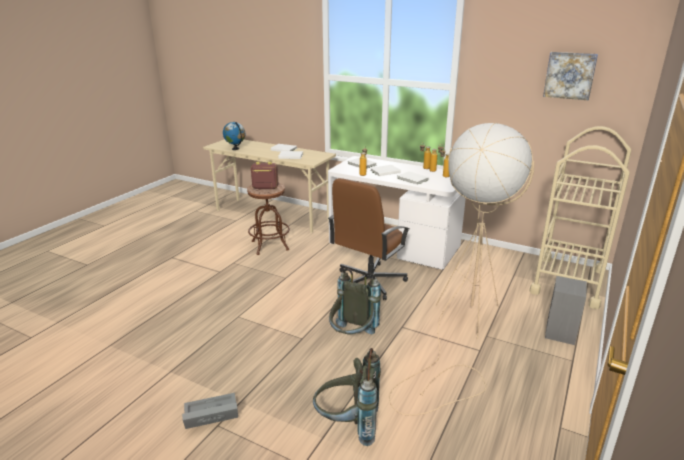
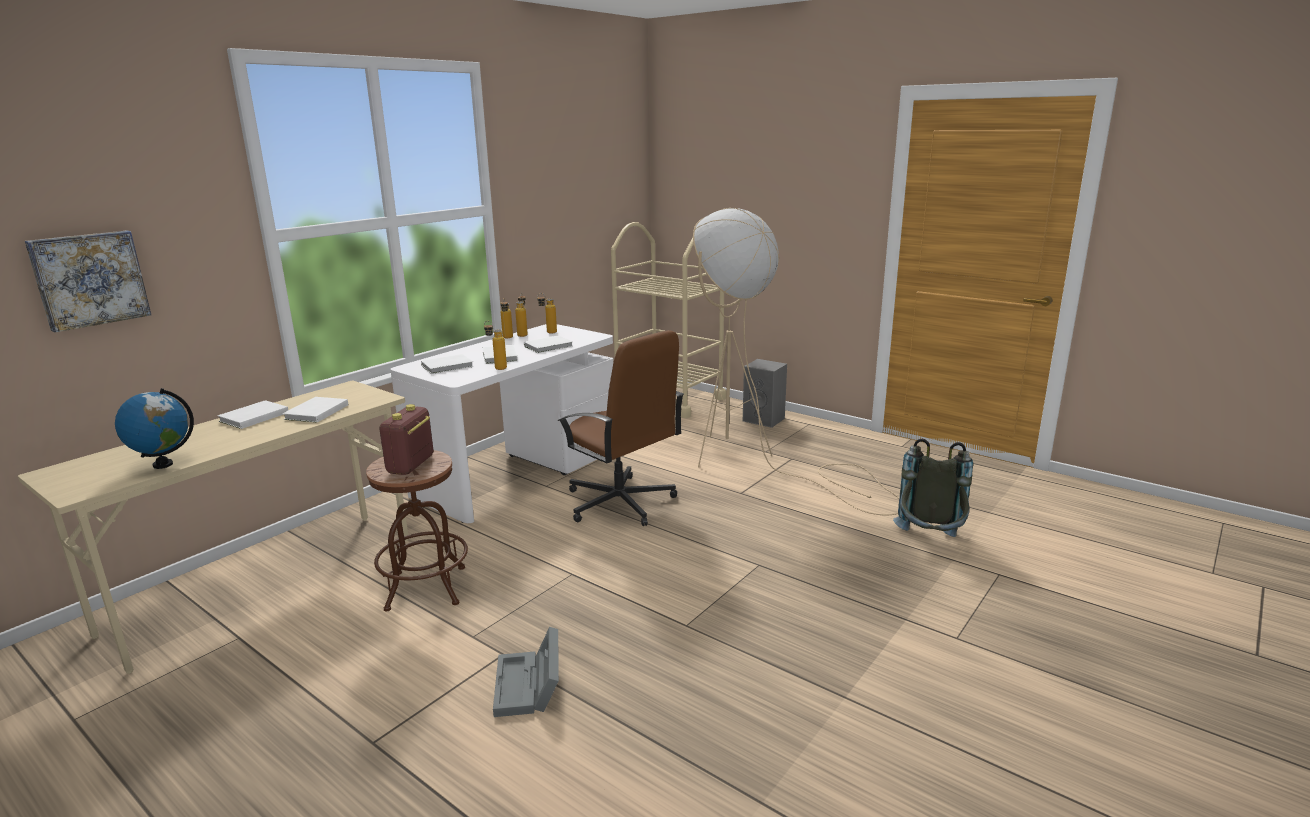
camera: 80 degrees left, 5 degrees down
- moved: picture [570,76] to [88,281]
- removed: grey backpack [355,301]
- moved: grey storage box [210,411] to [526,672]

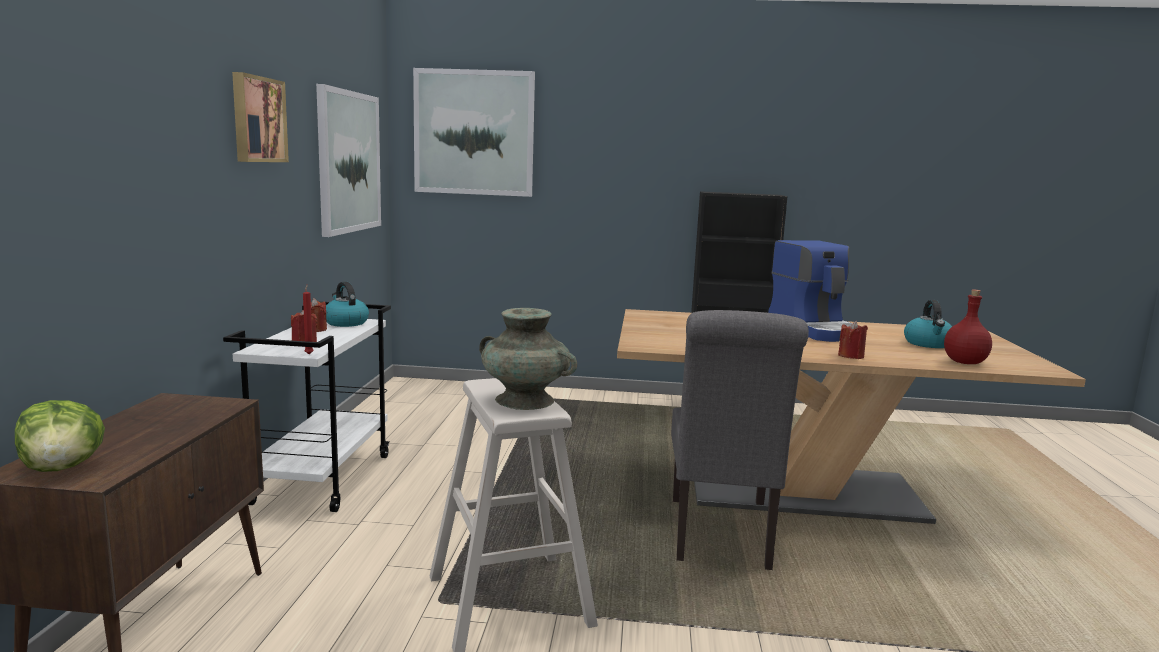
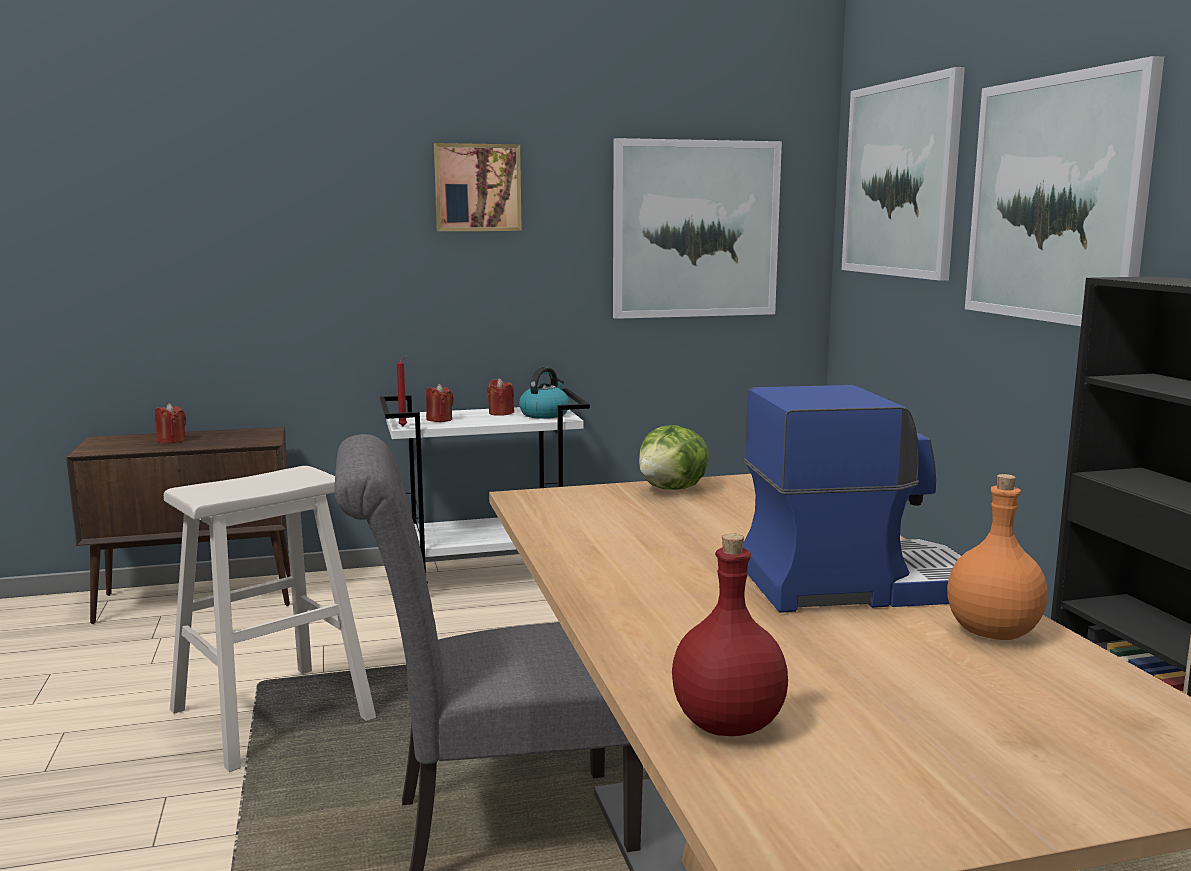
camera: 70 degrees right, 0 degrees up
- turned: coffee machine [810,291] = [852,499] 150 degrees counterclockwise
- removed: kettle [928,324]
- removed: turquoise vase [528,359]
- moved: red candle [853,340] to [170,423]
- moved: lettuce [60,436] to [674,457]
- added: picture [1064,191]
- added: orange bottle [997,557]

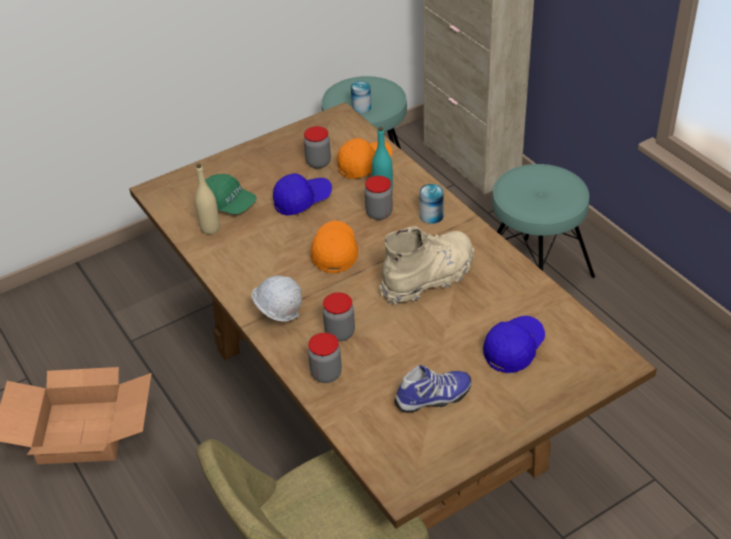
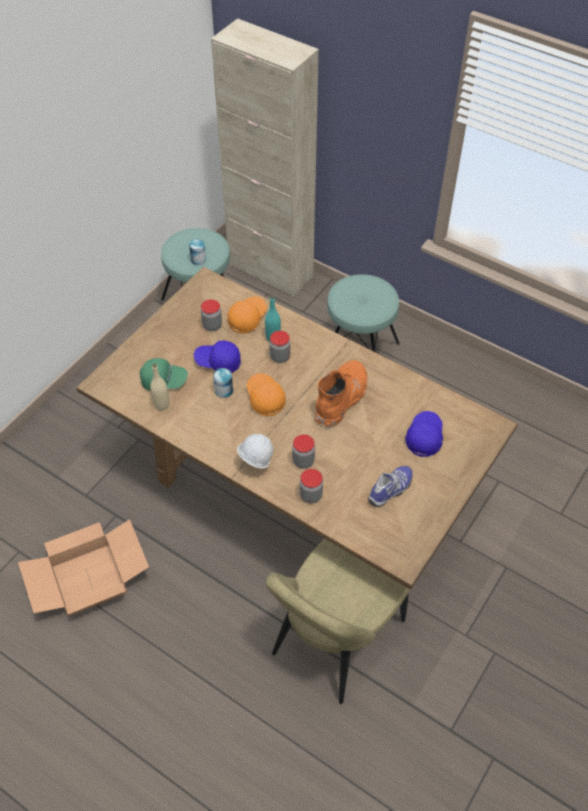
camera: 25 degrees left, 10 degrees up
- turned: blue cap [302,194] = [217,357] 120 degrees counterclockwise
- moved: can [431,204] to [223,383]
- recoloured: beige boot [427,266] to orange boot [341,394]

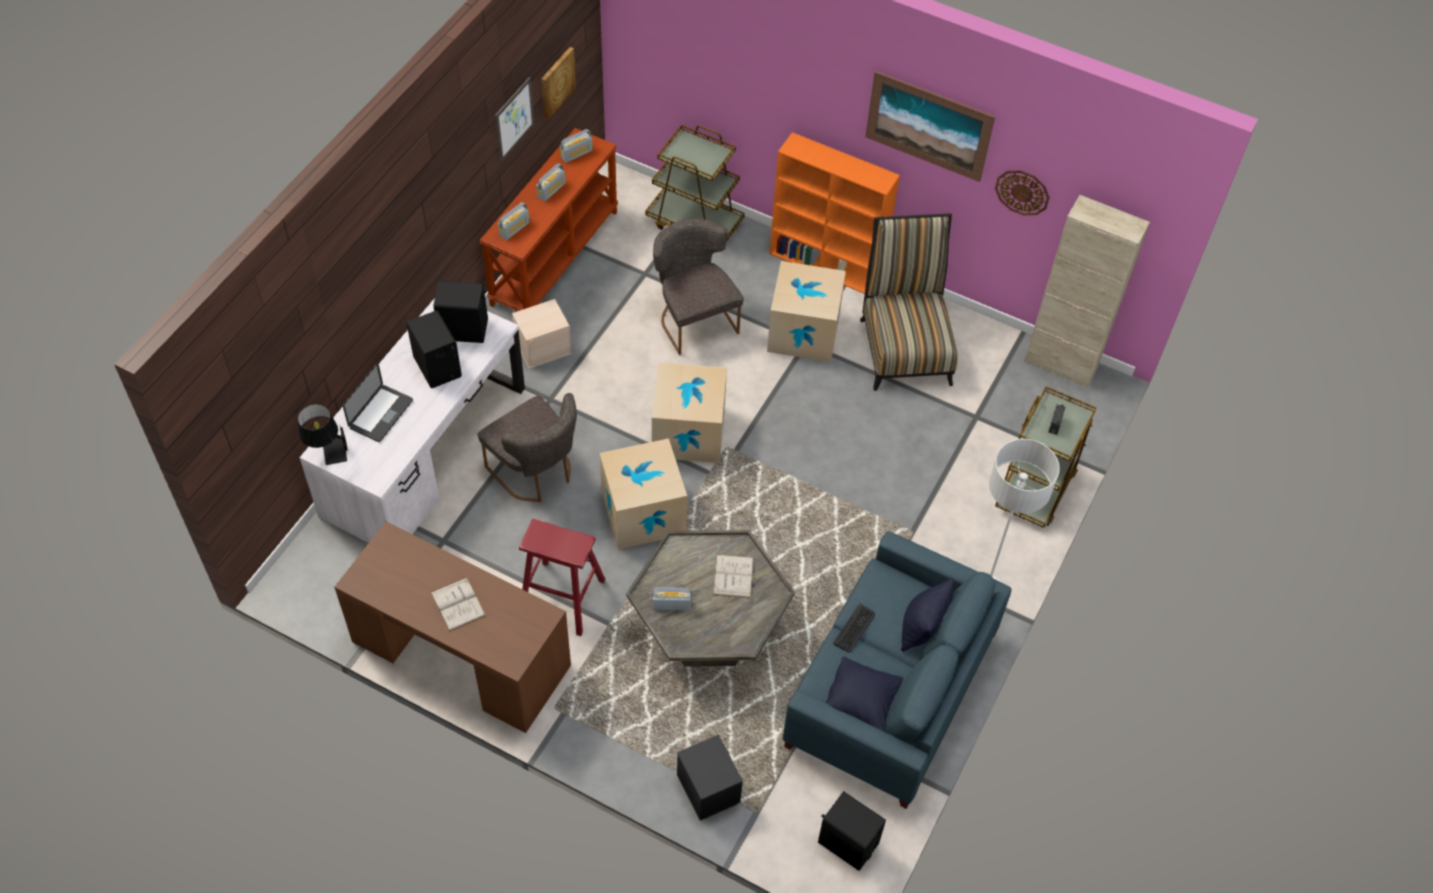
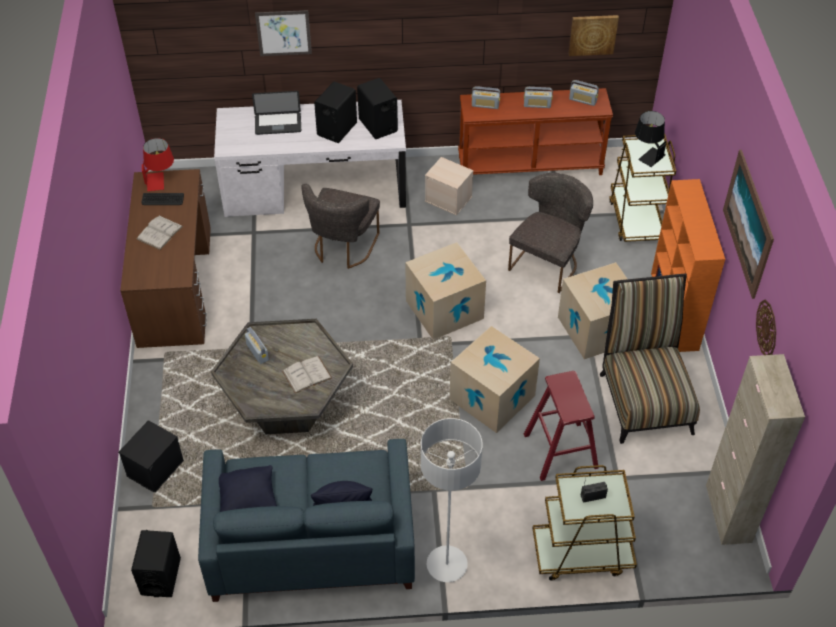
camera: 60 degrees right, 5 degrees down
- moved: picture [514,119] to [283,33]
- turned: chair [909,302] = [650,358] 60 degrees counterclockwise
- moved: black table lamp [323,434] to [650,139]
- moved: cardboard box [643,494] to [495,379]
- moved: red stool [562,577] to [561,426]
- moved: keyboard [854,628] to [163,199]
- added: red table lamp [158,164]

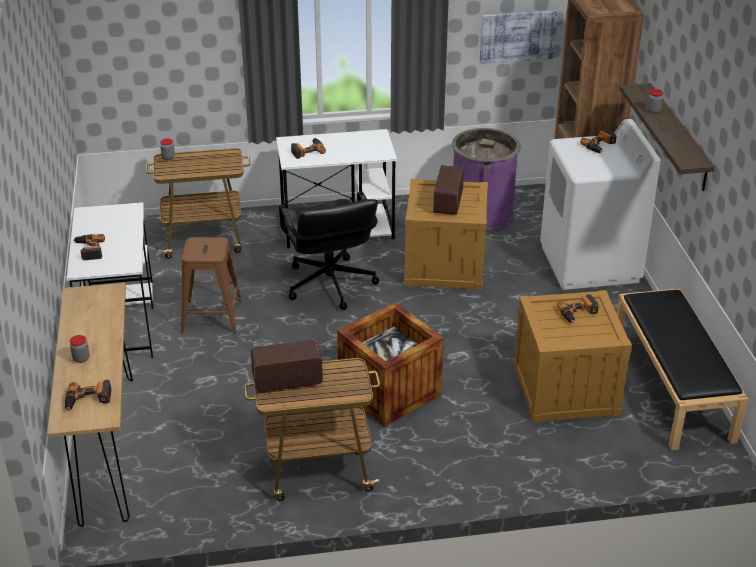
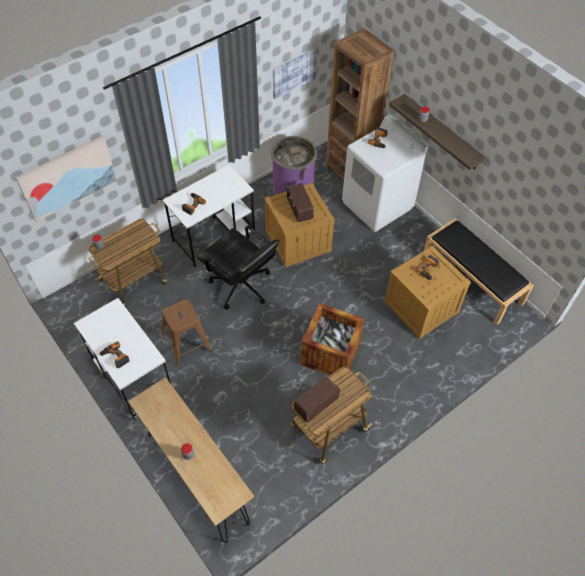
camera: 30 degrees left, 20 degrees up
- removed: power drill [88,395]
- added: picture [66,179]

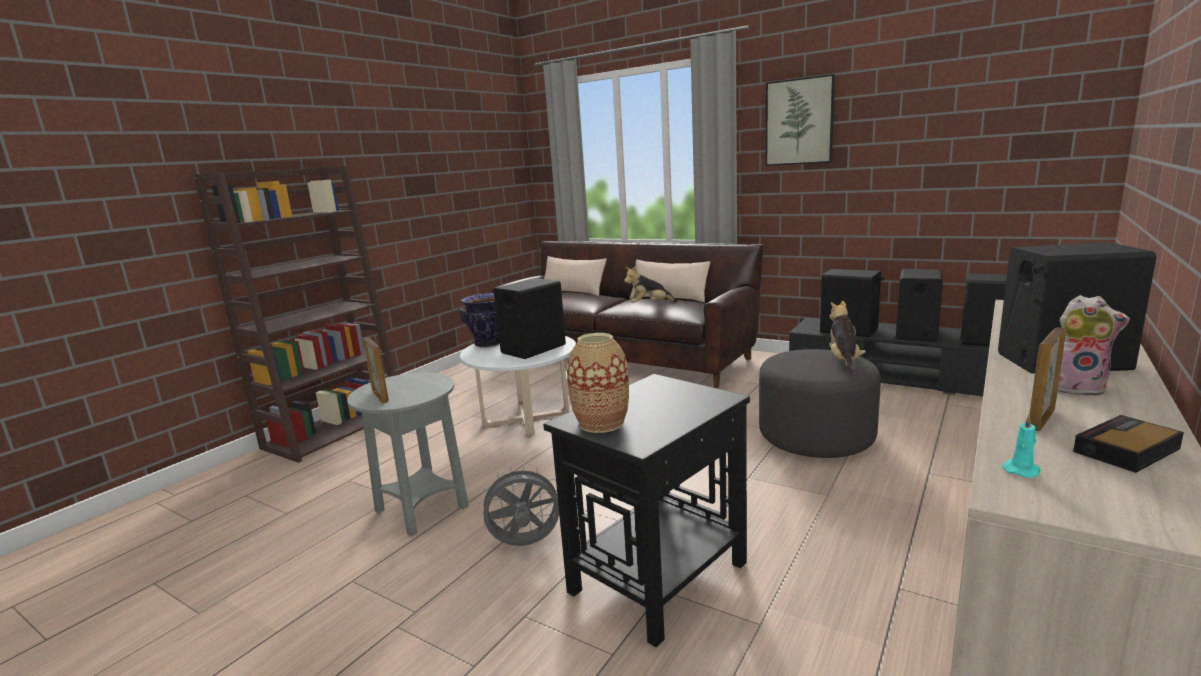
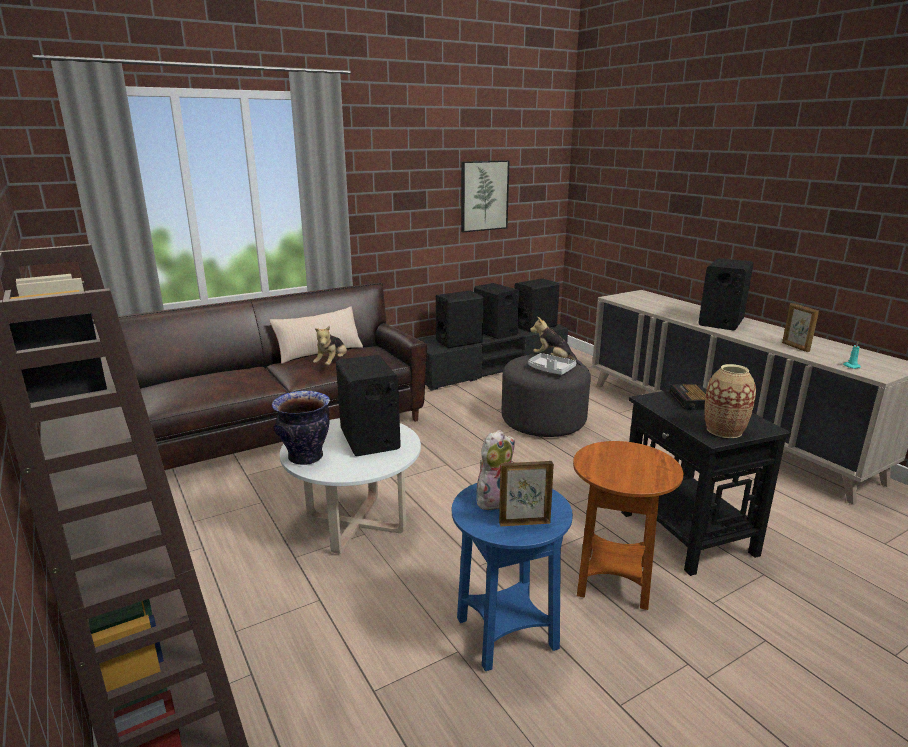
camera: 65 degrees left, 5 degrees up
- moved: picture [800,120] to [485,196]
- removed: beige pillow [575,276]
- moved: plush toy [1094,345] to [495,470]
- recoloured: grey side table [408,455] to blue side table [512,577]
- moved: alarm clock [1128,444] to [688,397]
- replaced: grey fan [518,505] to brown side table [628,525]
- added: grey tray [552,364]

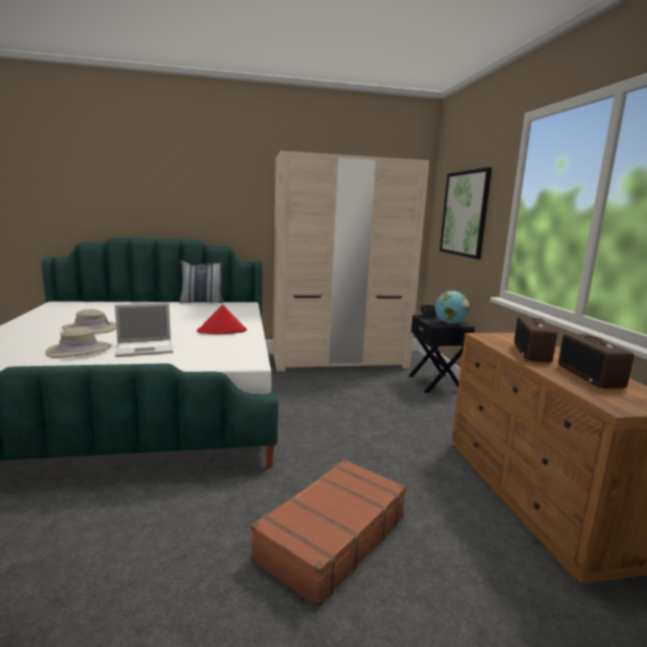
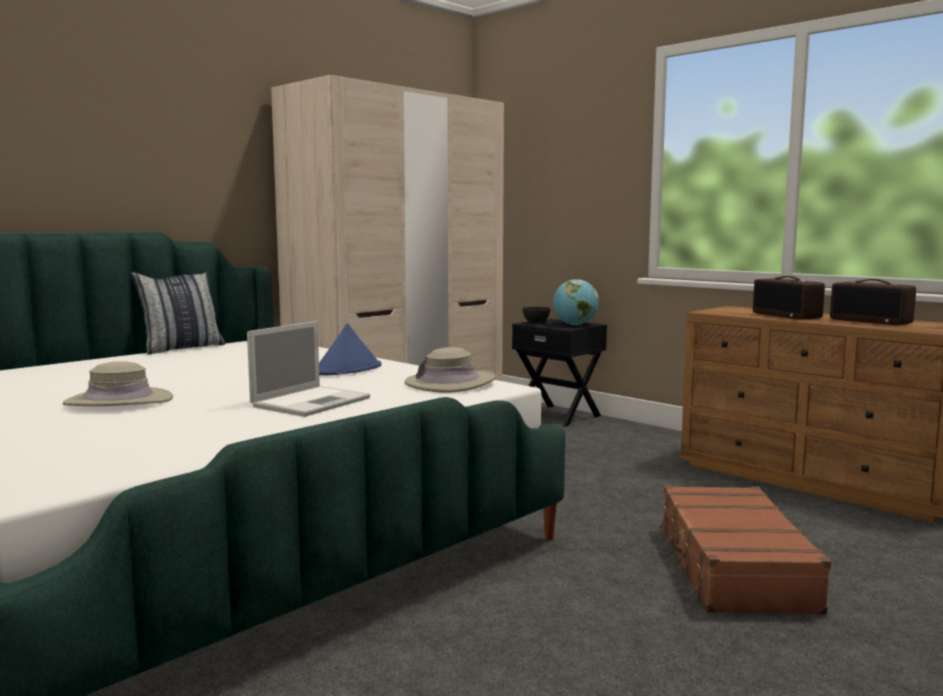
camera: 35 degrees left, 5 degrees down
- removed: picture [466,213]
- recoloured: red hat [222,319] to blue hat [350,349]
- moved: beige hat [78,342] to [450,370]

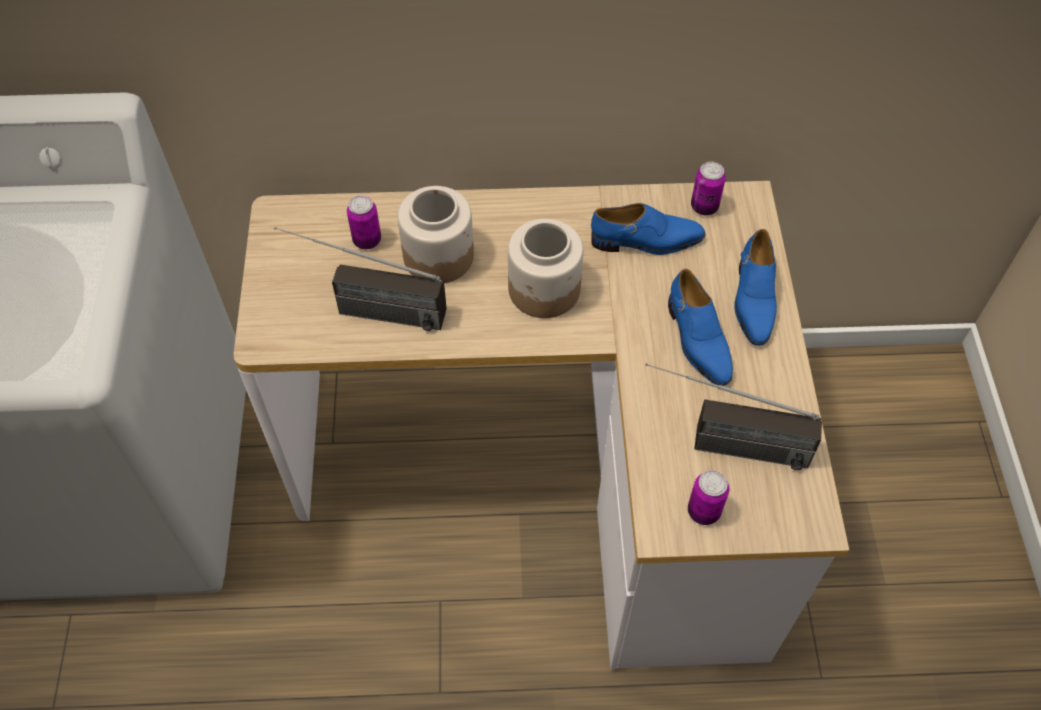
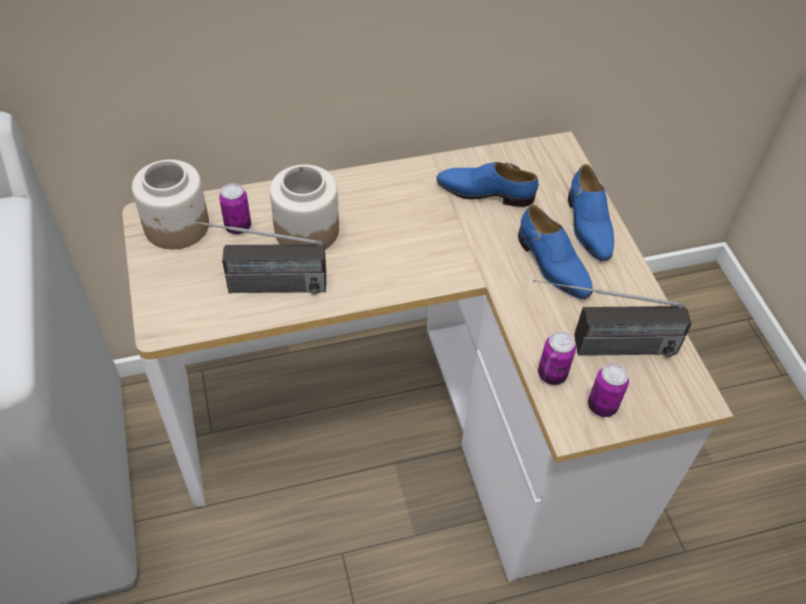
camera: 15 degrees left, 5 degrees down
- moved: can [708,188] to [557,358]
- turned: blue shoe [648,229] = [487,184] 150 degrees counterclockwise
- moved: jar [545,268] to [170,204]

